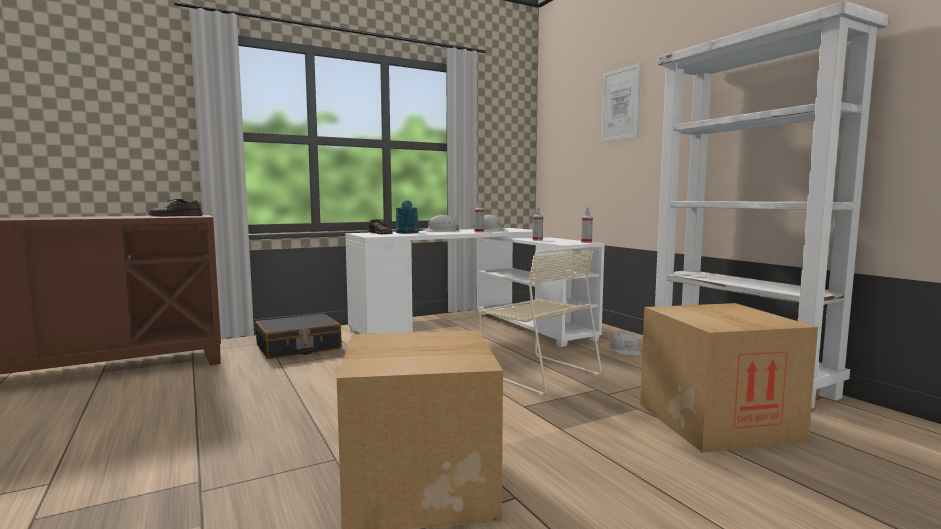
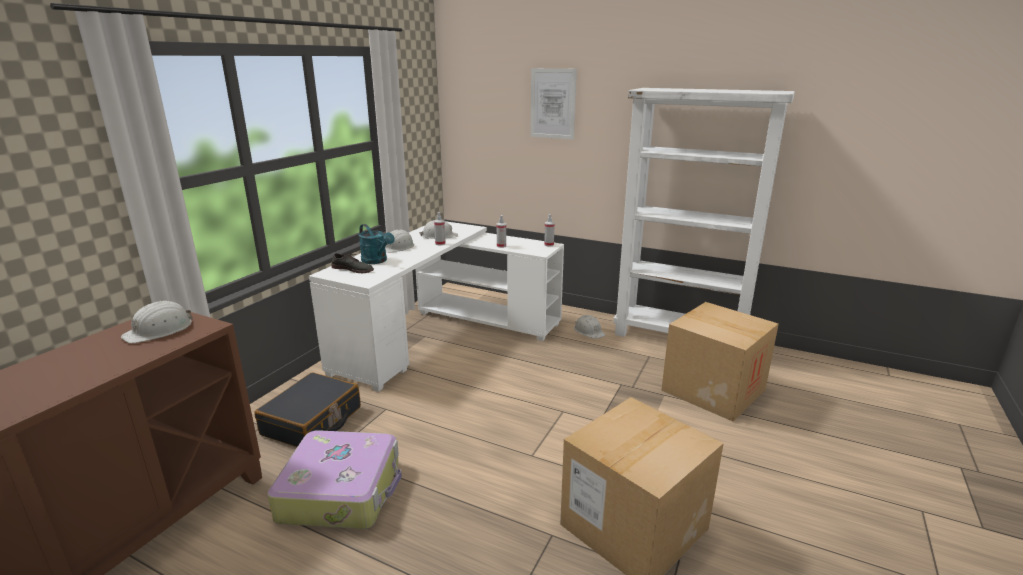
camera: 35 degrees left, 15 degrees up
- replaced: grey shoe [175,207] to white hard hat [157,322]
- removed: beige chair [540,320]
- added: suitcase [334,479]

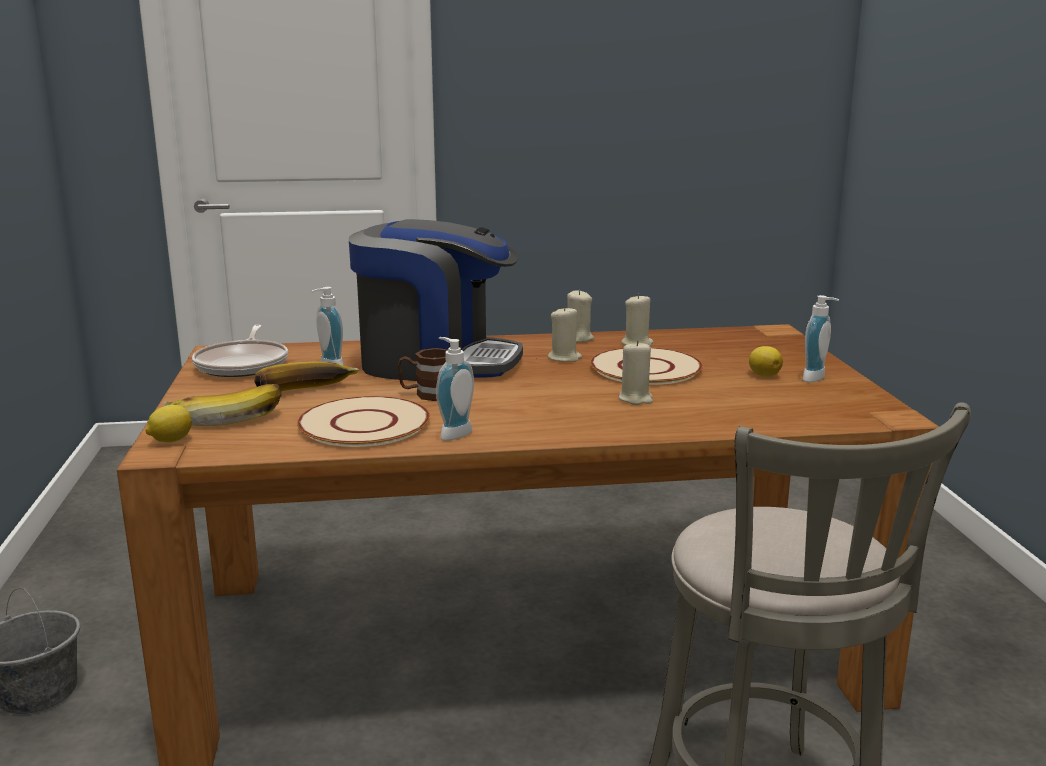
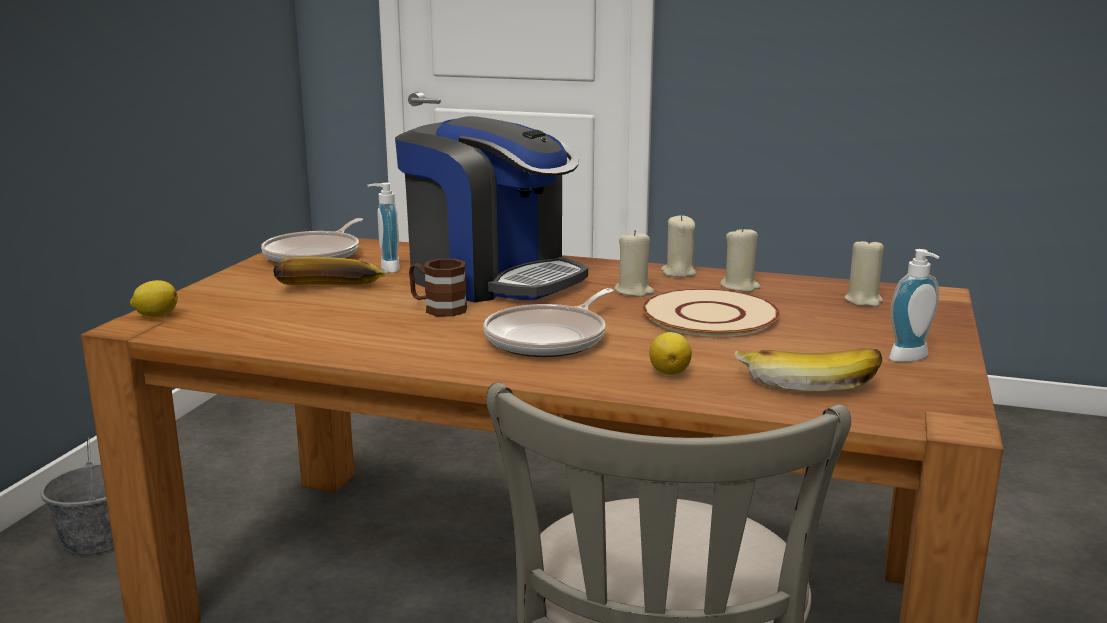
camera: 25 degrees right, 0 degrees up
- removed: soap dispenser [455,389]
- moved: beige candle [636,372] to [864,272]
- moved: lemon [766,361] to [670,353]
- moved: banana [222,405] to [808,370]
- removed: beige plate [363,421]
- added: frying pan [549,322]

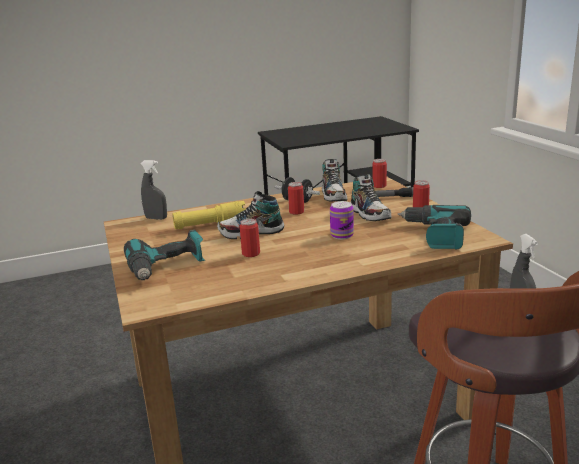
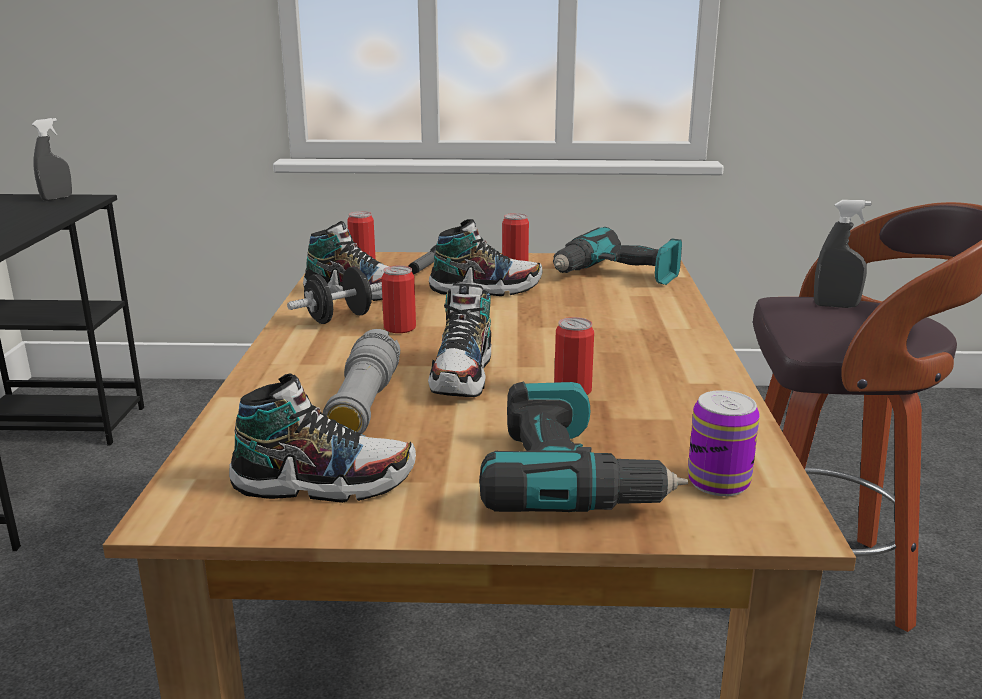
camera: 70 degrees left, 0 degrees up
- moved: grey spray bottle [153,190] to [52,159]
- recoloured: yellow flashlight [209,215] to grey flashlight [361,381]
- moved: can [342,220] to [724,443]
- added: shoe [322,438]

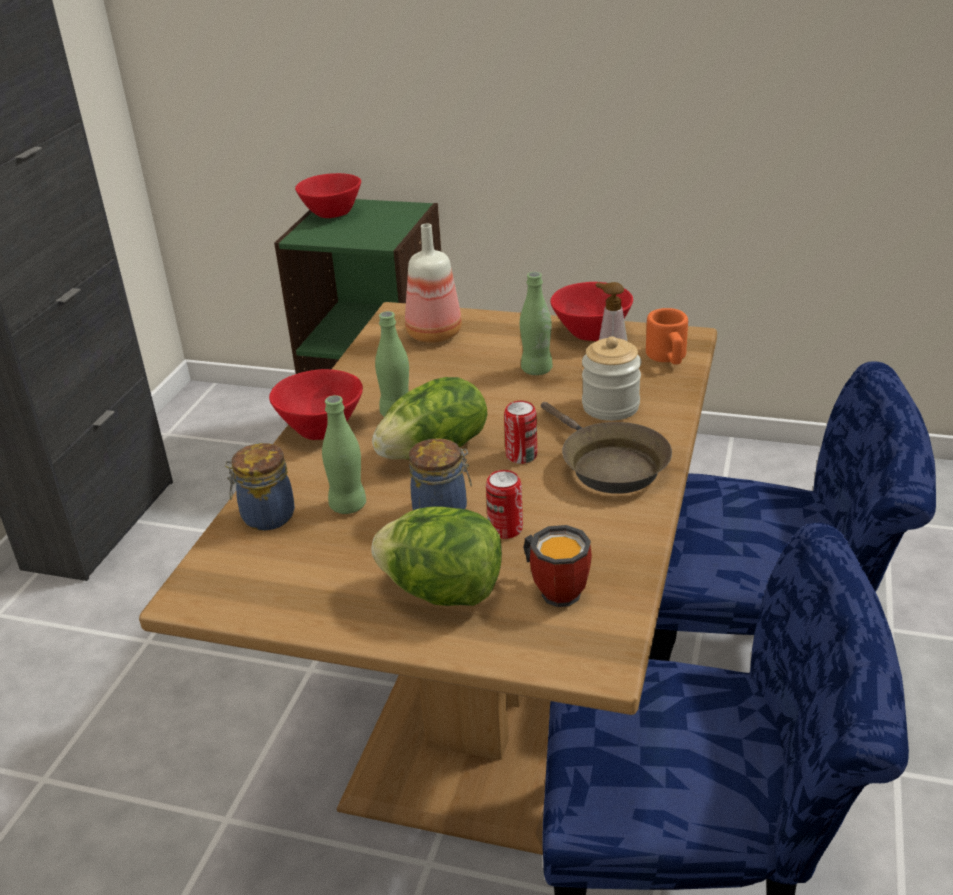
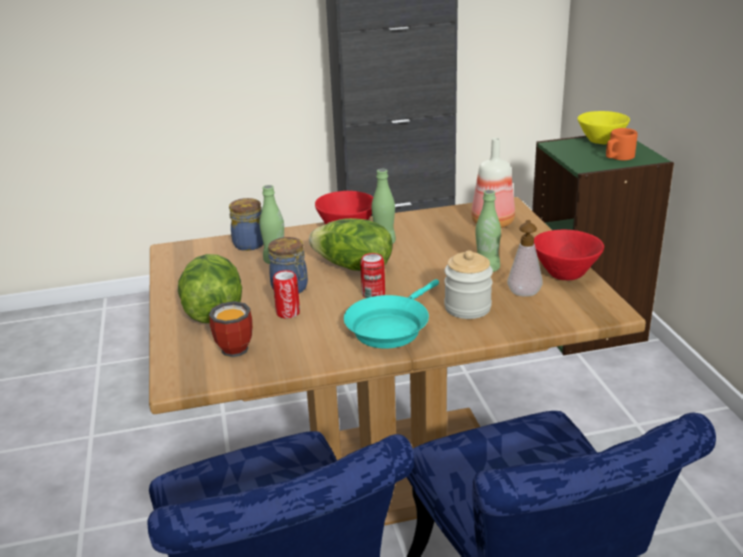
camera: 60 degrees right, 5 degrees down
- recoloured: red bowl [328,195] to yellow bowl [603,127]
- moved: orange mug [667,336] to [622,144]
- recoloured: brown frying pan [606,448] to turquoise frying pan [391,314]

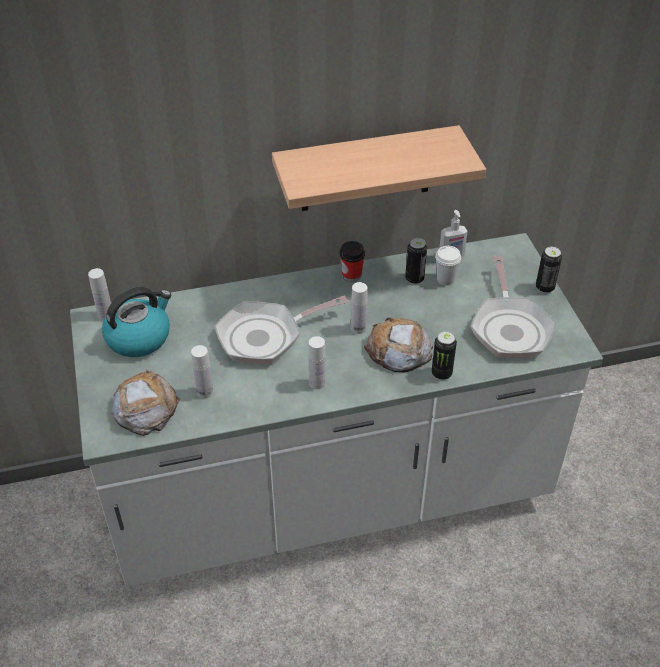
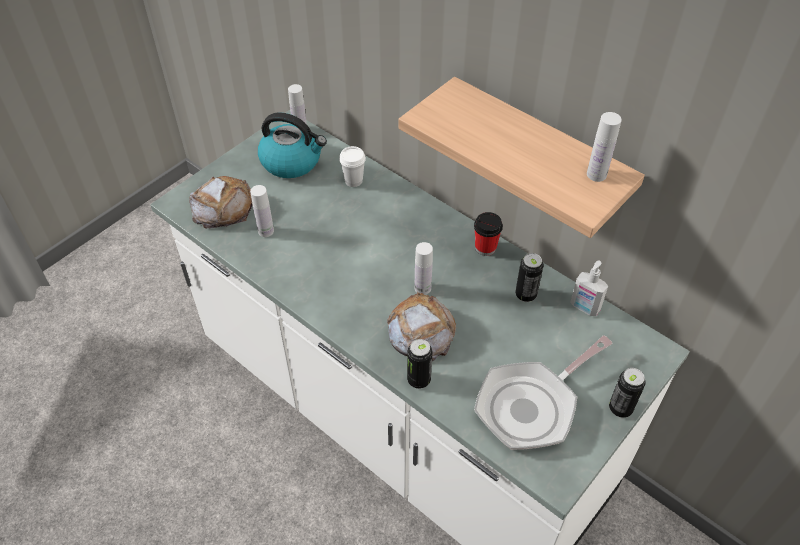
camera: 55 degrees right, 5 degrees up
- moved: white cup [448,266] to [352,166]
- removed: frying pan [281,330]
- moved: white bottle [317,362] to [604,147]

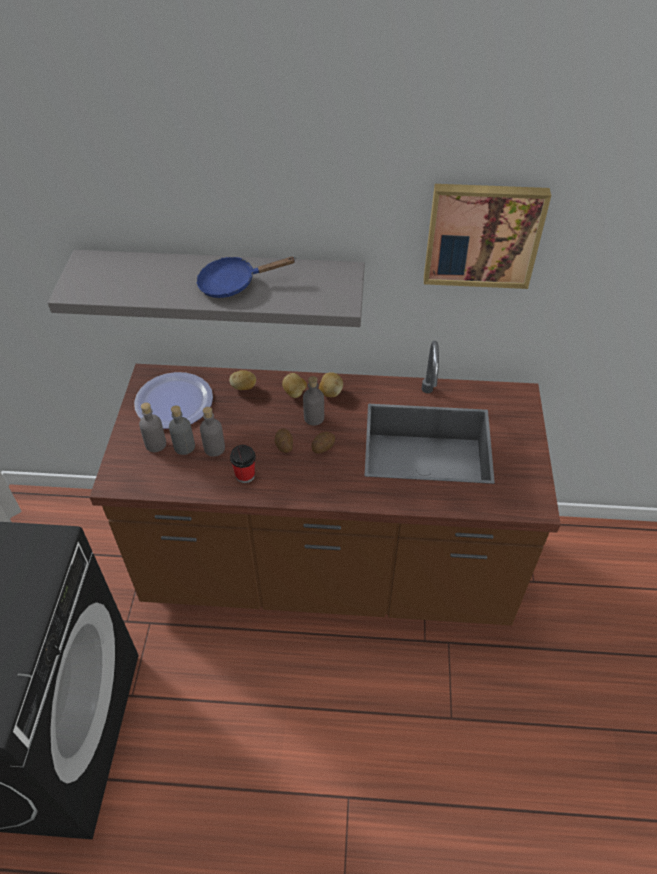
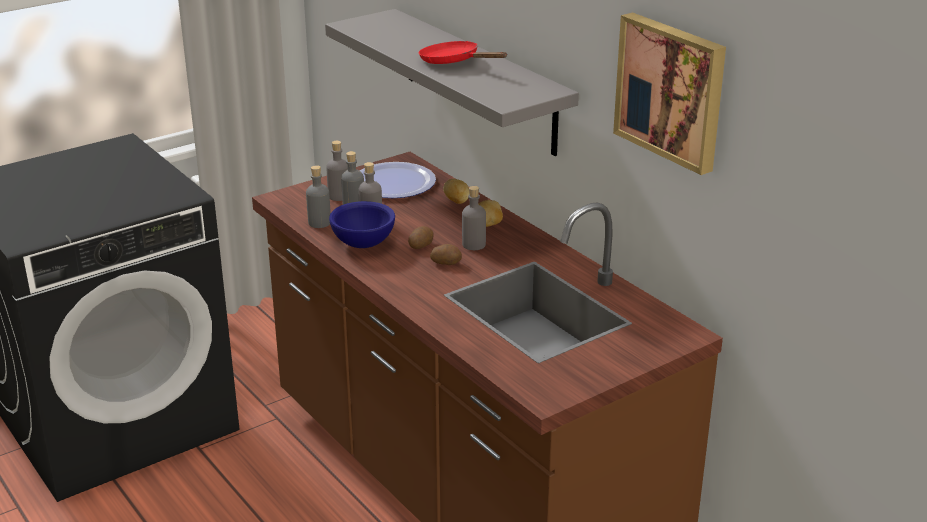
camera: 50 degrees right, 20 degrees down
- recoloured: blue frying pan [246,277] to red frying pan [463,52]
- removed: potato [331,384]
- replaced: cup [243,464] to blue bowl [362,224]
- added: grey bottle [318,196]

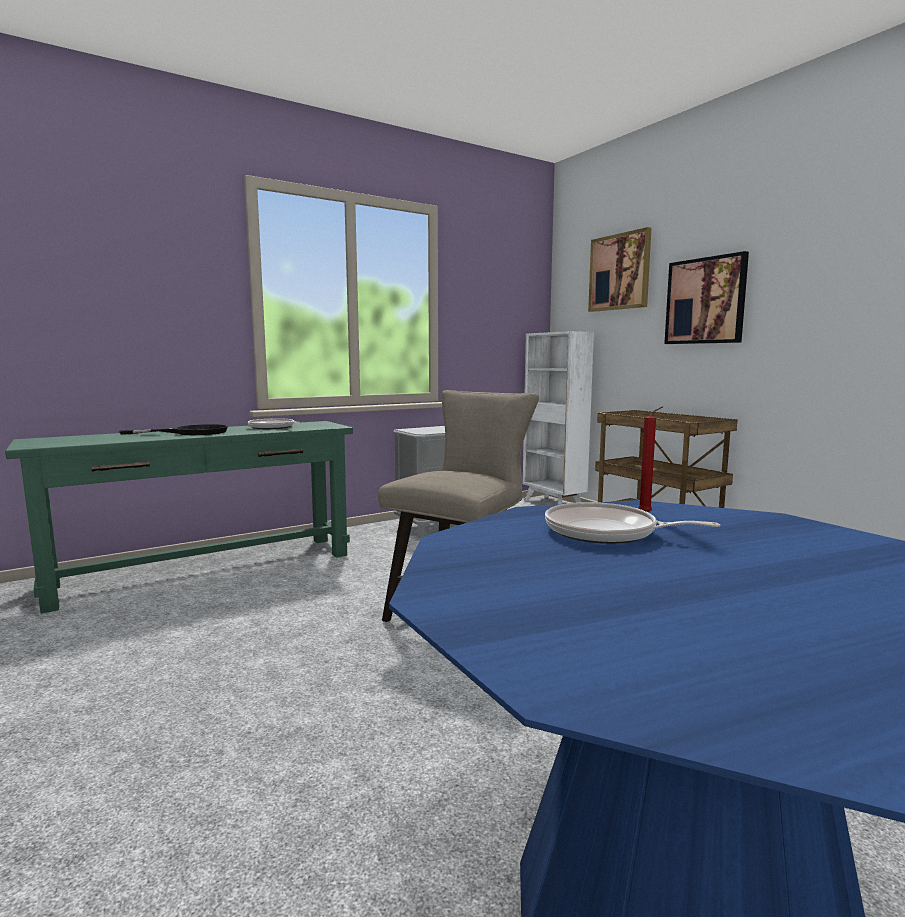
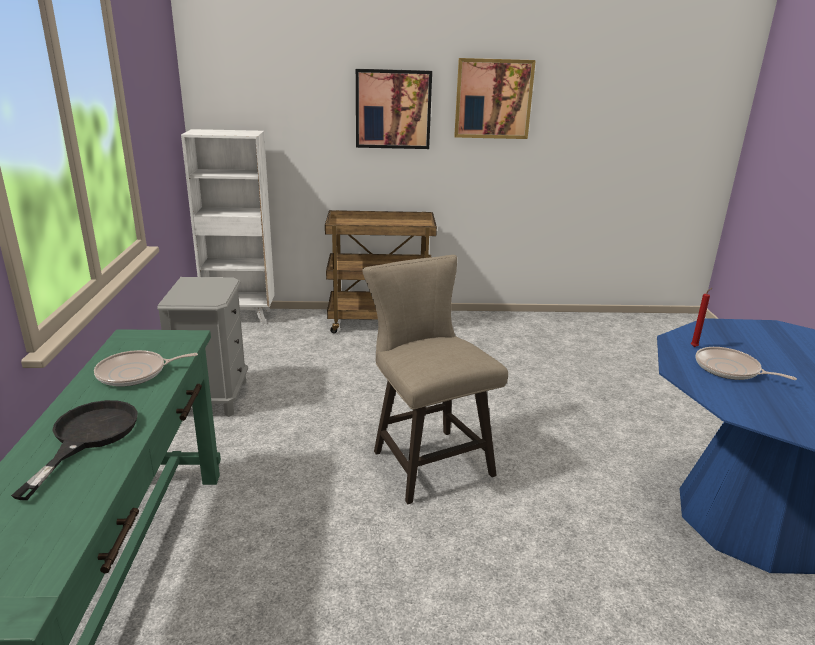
camera: 60 degrees left, 15 degrees up
- moved: picture [619,269] to [495,98]
- turned: frying pan [632,523] = [746,363] 75 degrees clockwise

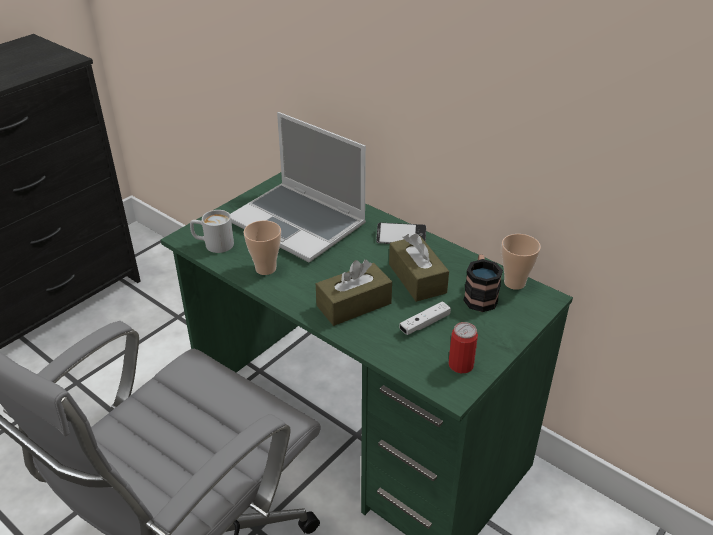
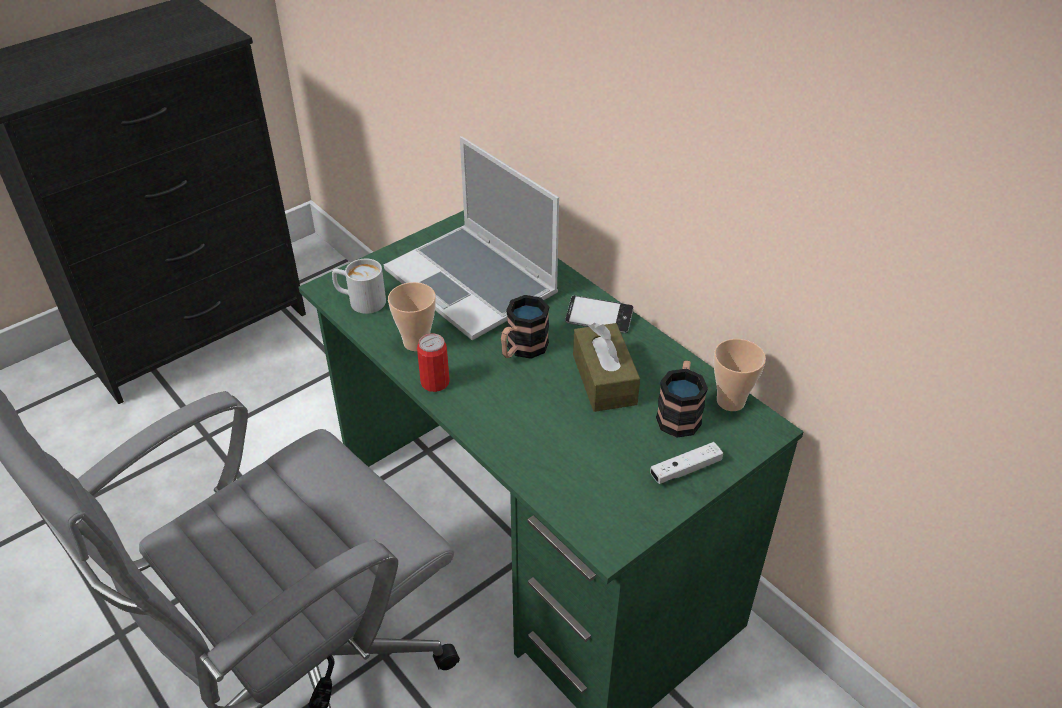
camera: 10 degrees right, 5 degrees up
- removed: brown tissue box [354,293]
- moved: white game controller [425,318] to [686,463]
- moved: can [463,347] to [433,363]
- added: mug [525,327]

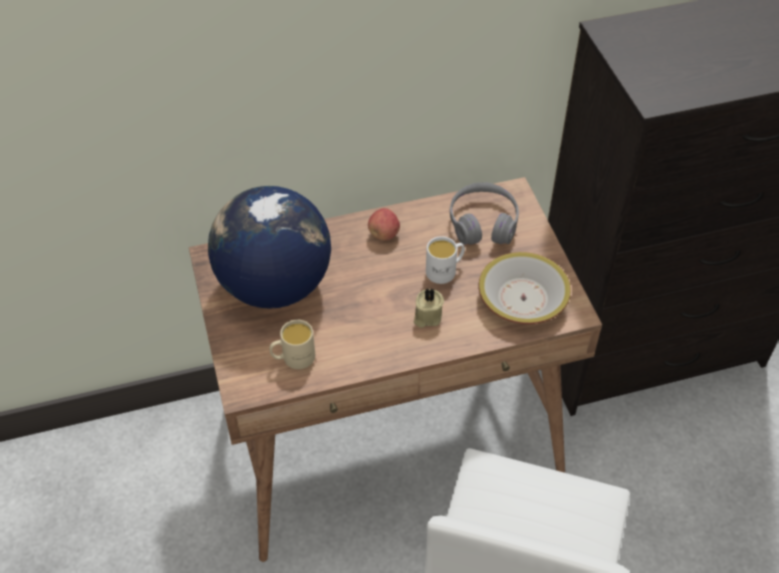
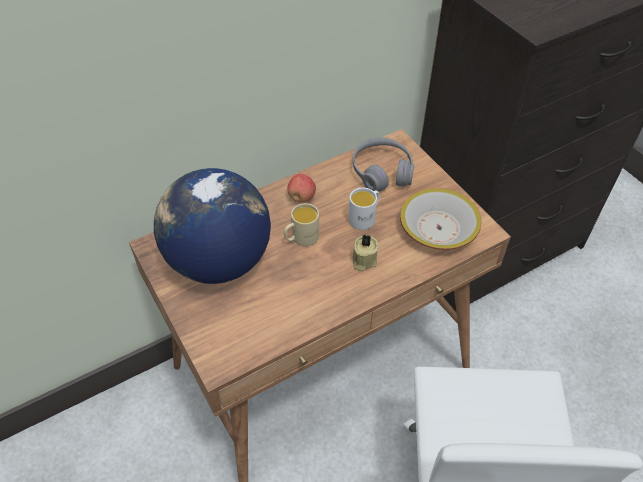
camera: 15 degrees left, 0 degrees up
- moved: beige mug [292,344] to [301,225]

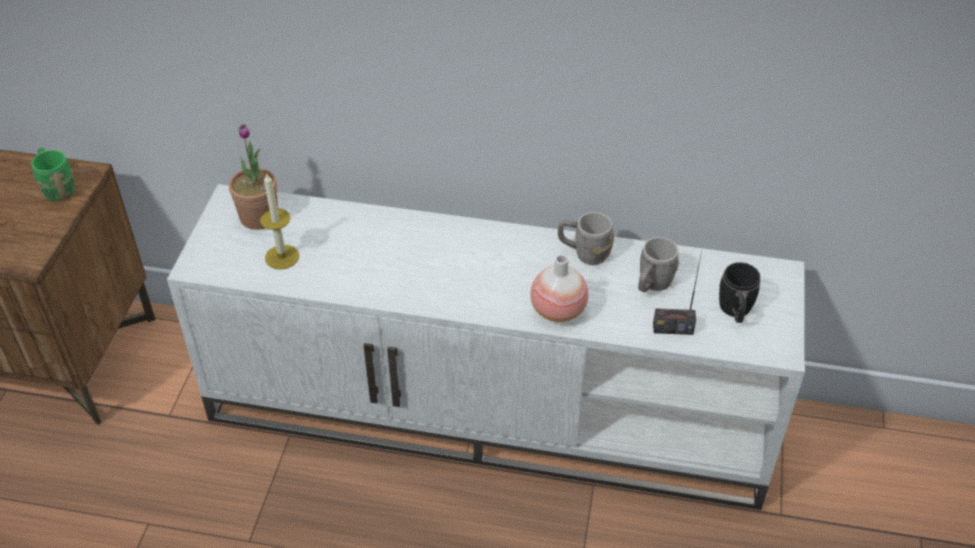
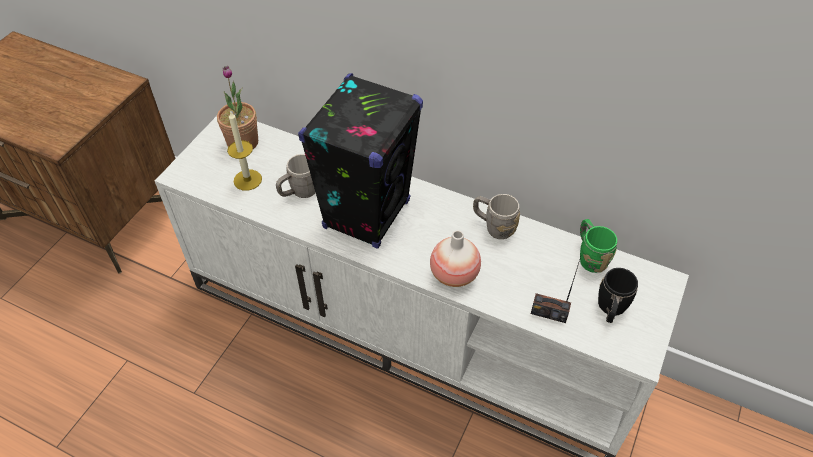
camera: 15 degrees right, 5 degrees up
- moved: green mug [52,174] to [598,246]
- moved: grey mug [658,265] to [296,176]
- added: black speaker [360,161]

